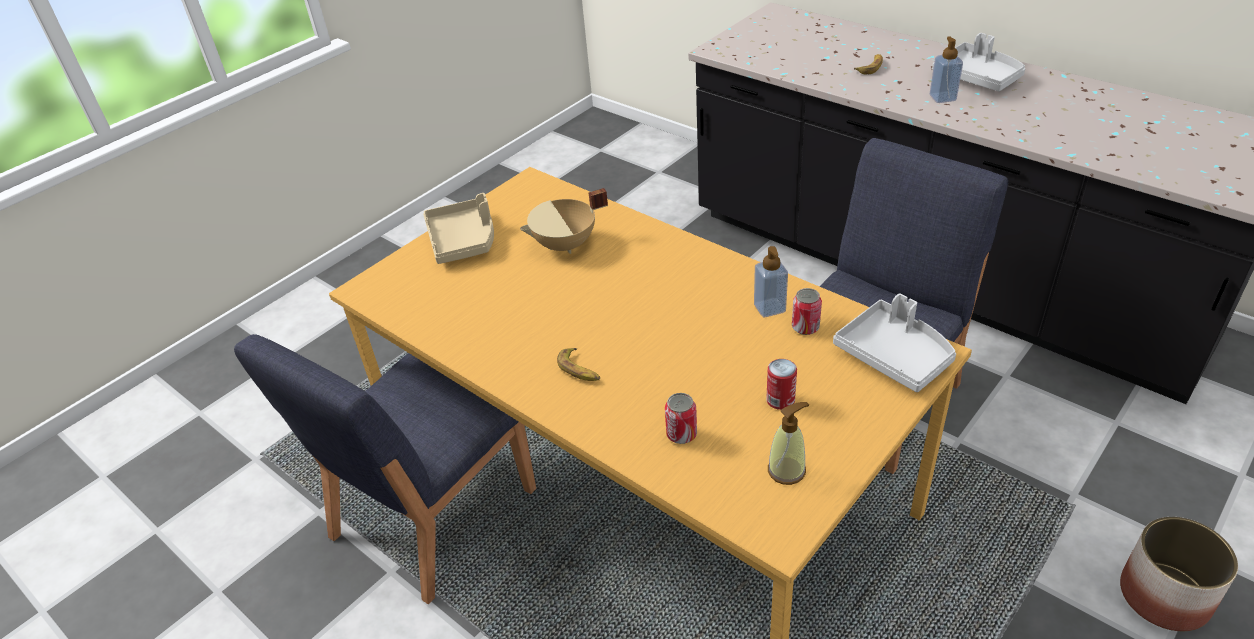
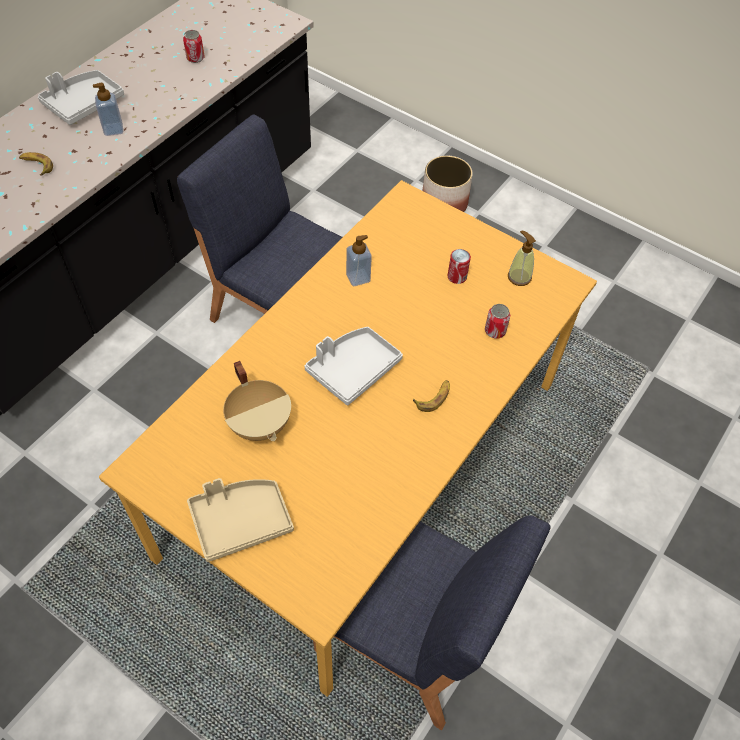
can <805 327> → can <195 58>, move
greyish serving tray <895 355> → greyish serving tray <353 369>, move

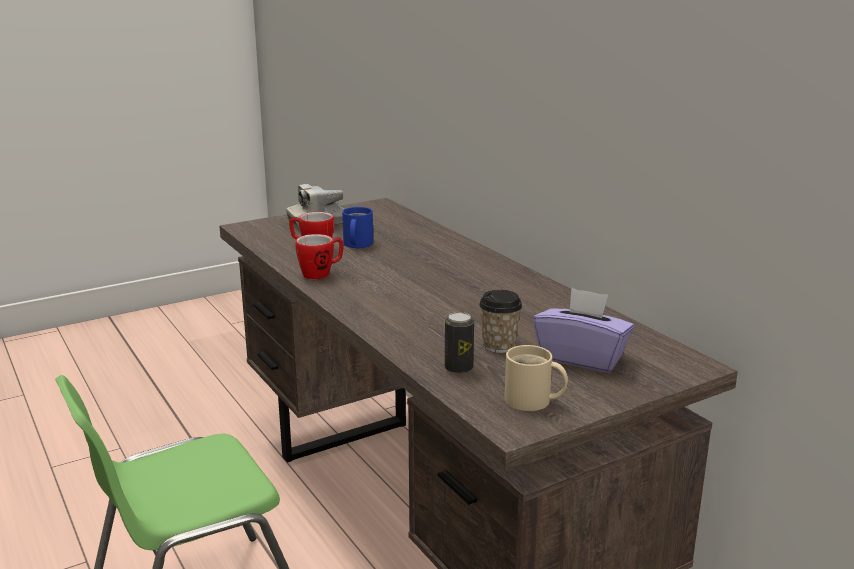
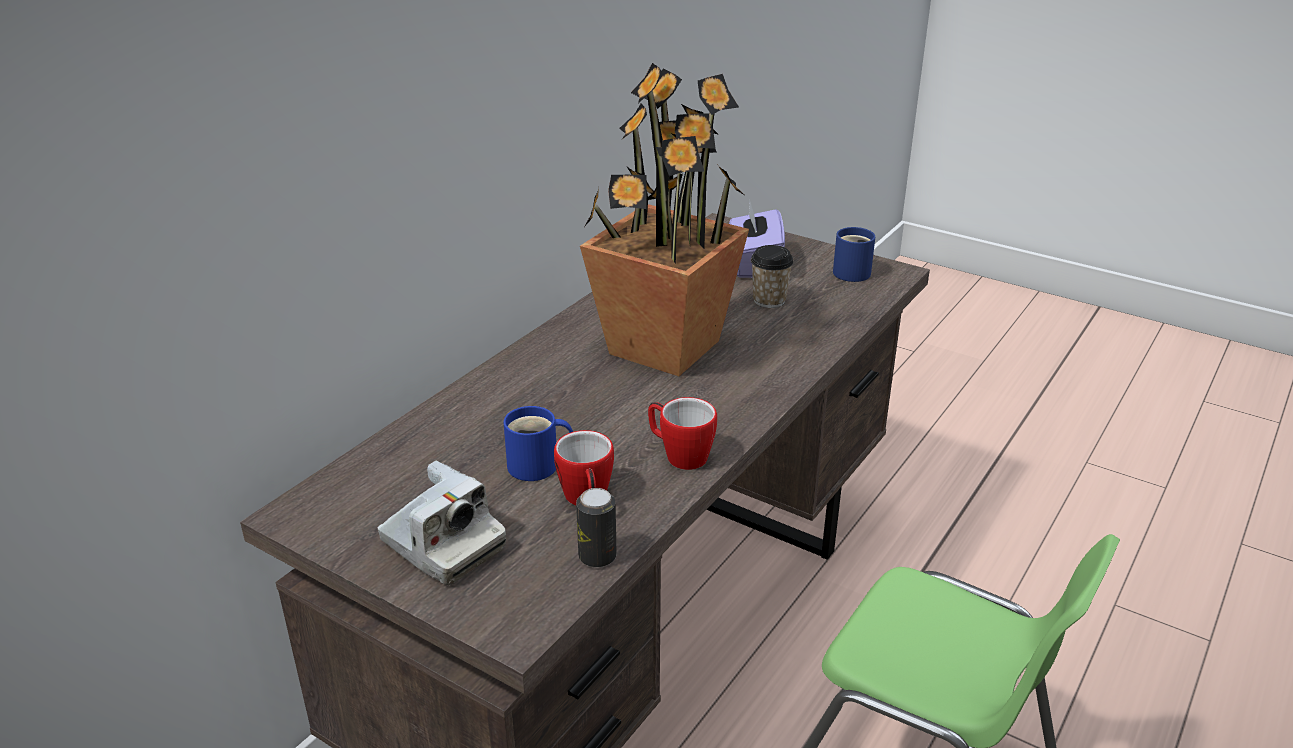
- → plant in a pot <664 346>
can <458 368> → can <597 557>, move
sand-coloured coffee mug <531 401> → blue coffee mug <851 271>

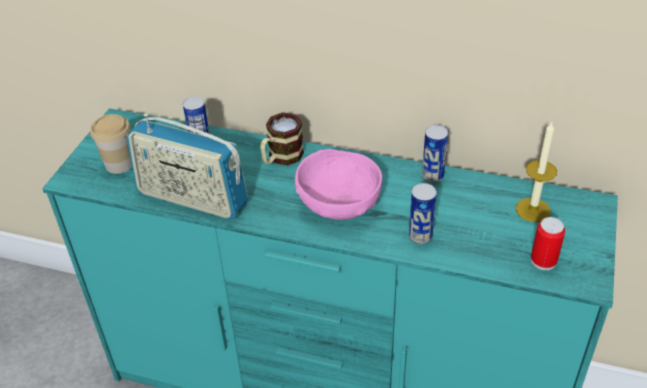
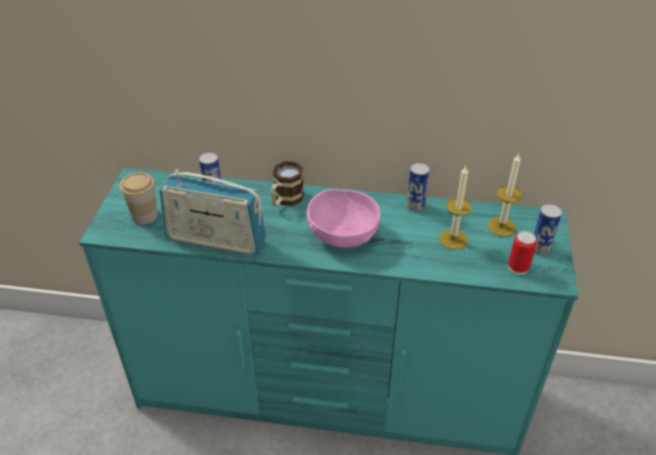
- → wax candle <453 239>
can <420 236> → can <540 248>, move

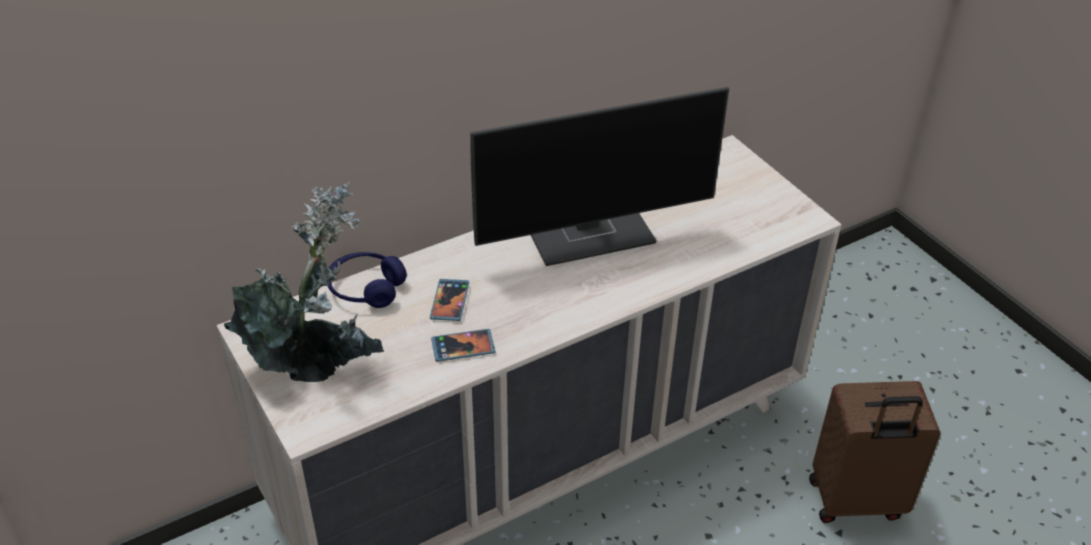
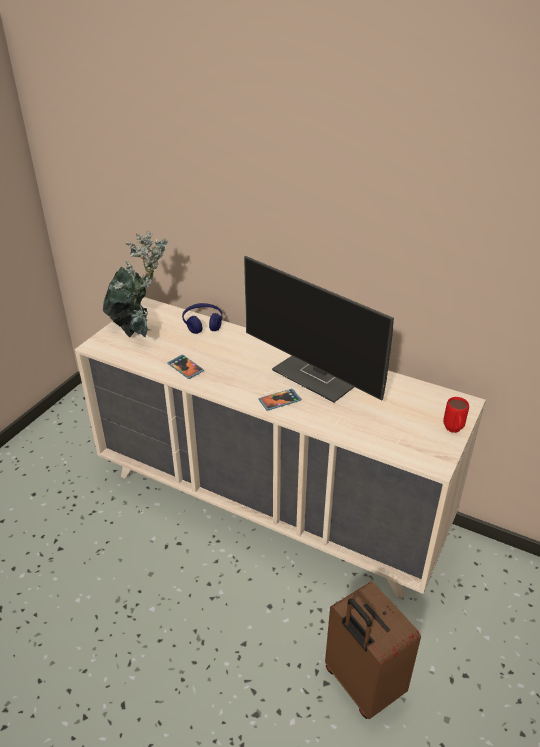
- → red coffee mug <453 431>
telephone <449 301> → telephone <279 401>, move

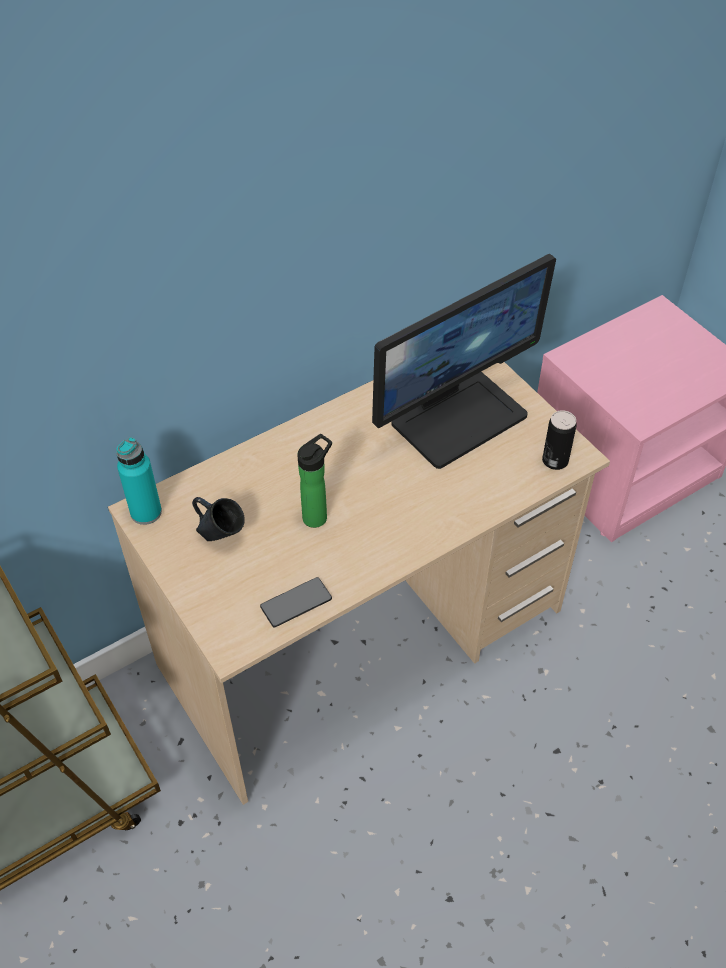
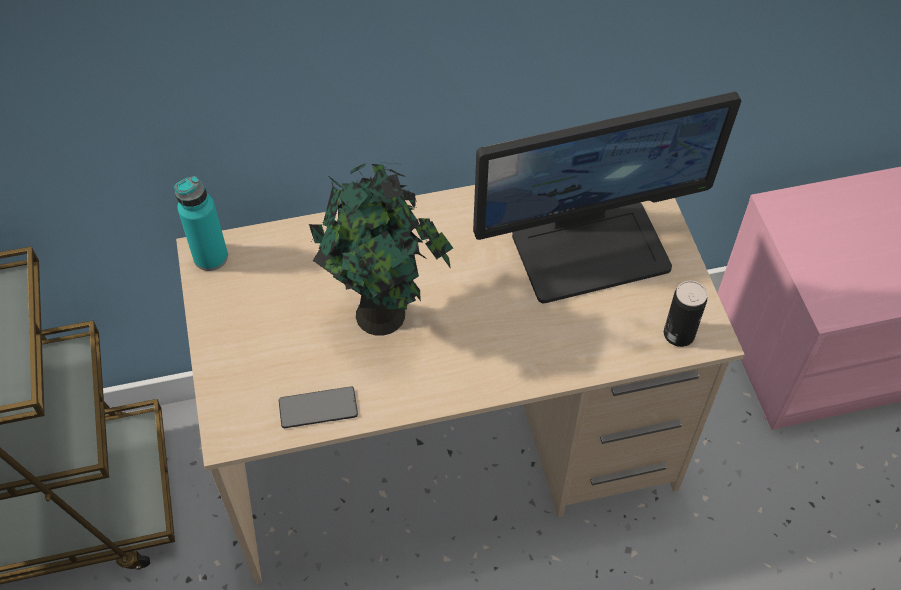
blue coffee mug <221 536> → -
drink bottle <317 516> → plant in a pot <385 316>

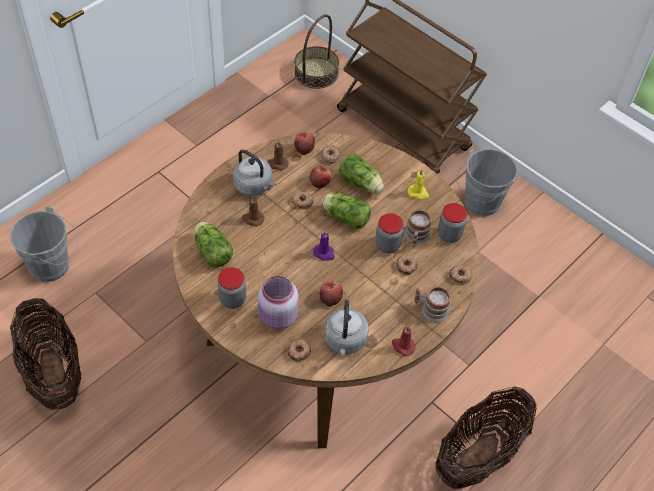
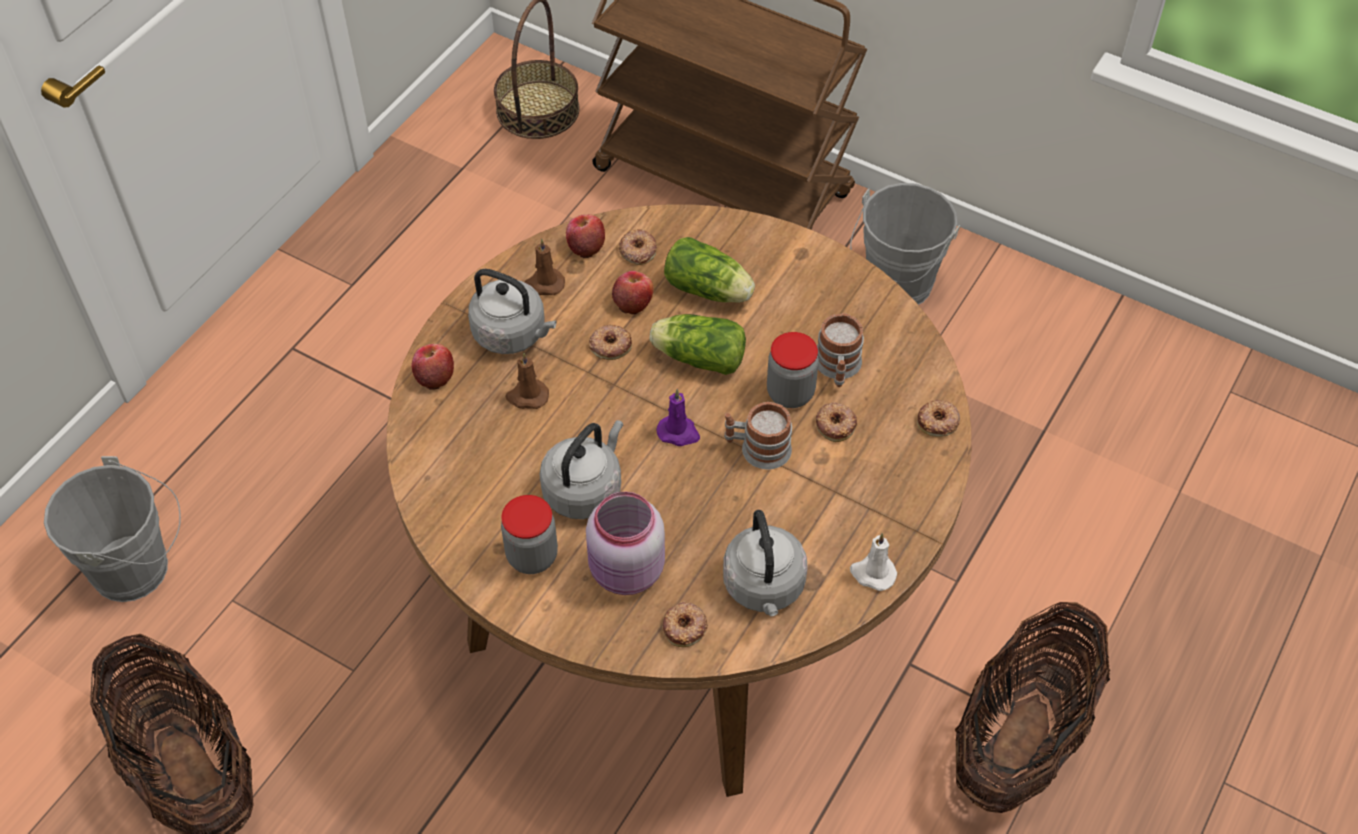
lettuce head <212 250> → -
yellowish wax candle <418 193> → -
storage jar <449 234> → -
- → greyish tea kettle <585 489>
apple fruit <330 298> → apple fruit <434 376>, move
coffee mug <430 309> → coffee mug <757 449>, move
red wax candle <402 346> → white-coloured wax candle <872 573>

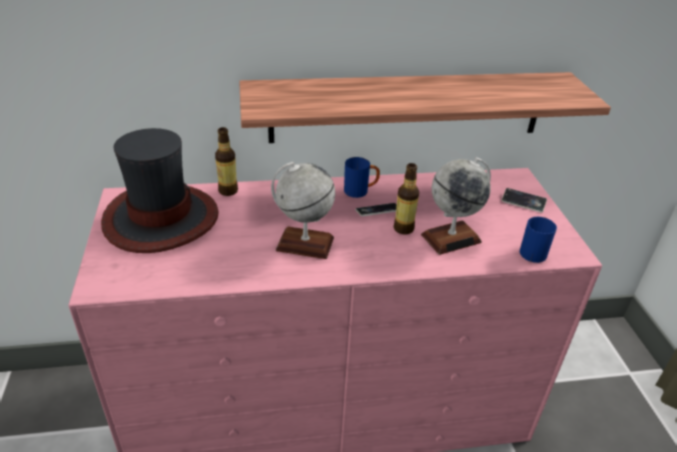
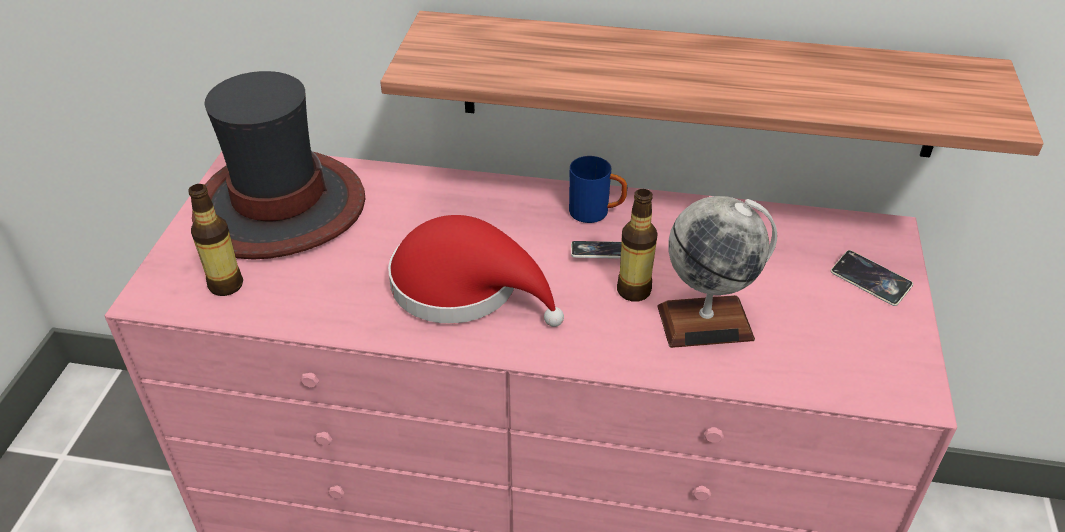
blue coffee mug <534 251> → -
drink bottle <228 191> → drink bottle <226 285>, move
globe <304 244> → red hat <465 287>

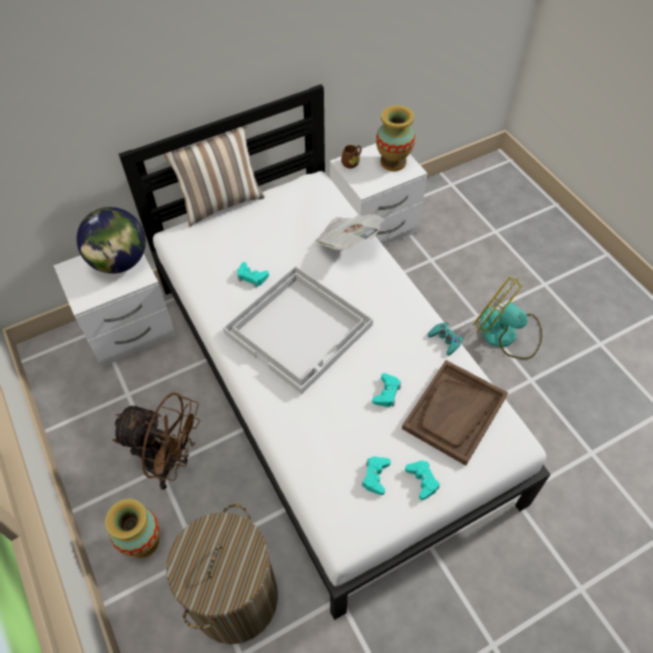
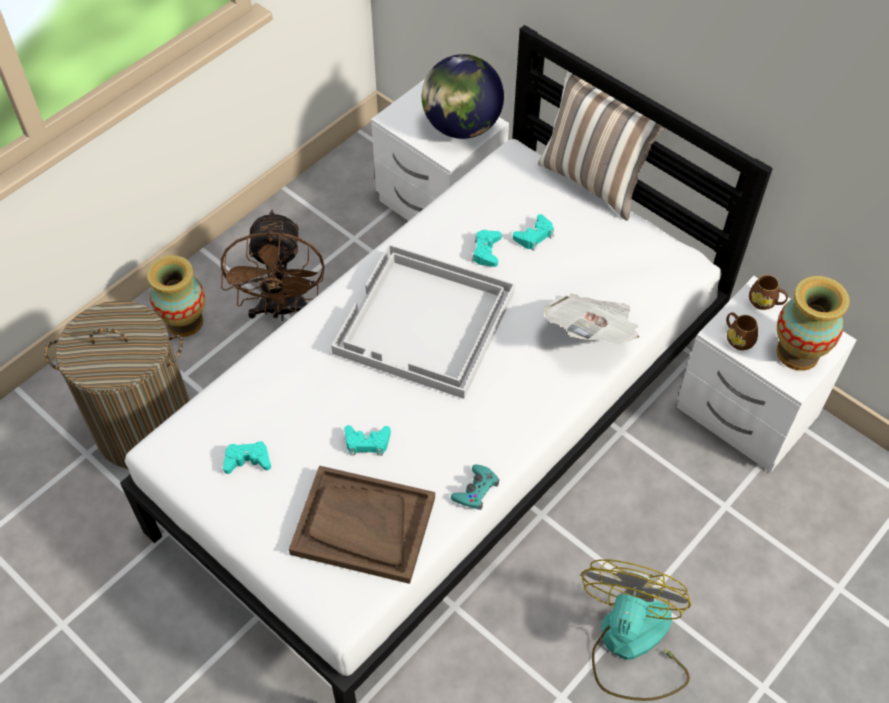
- → brown coffee mug <737 338>
turquoise-coloured joypad <422 480> → turquoise-coloured joypad <534 236>, move

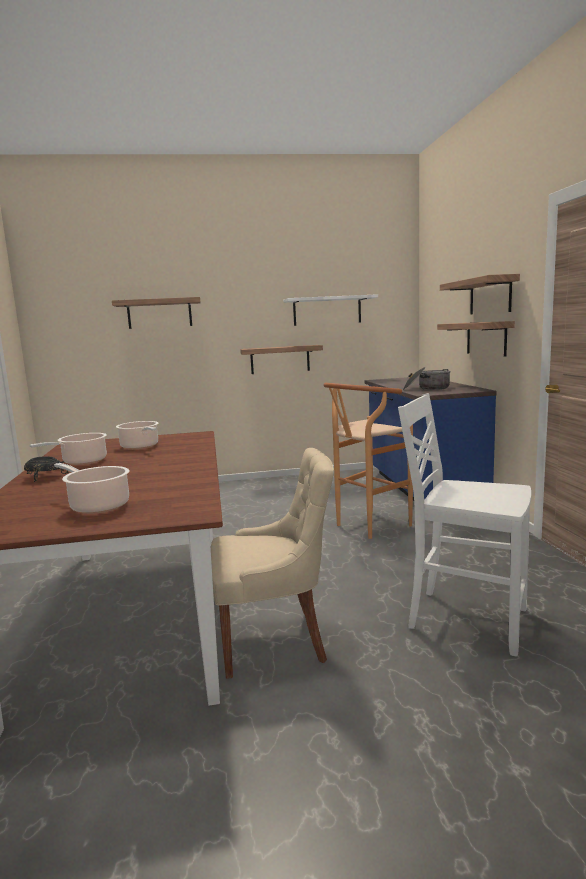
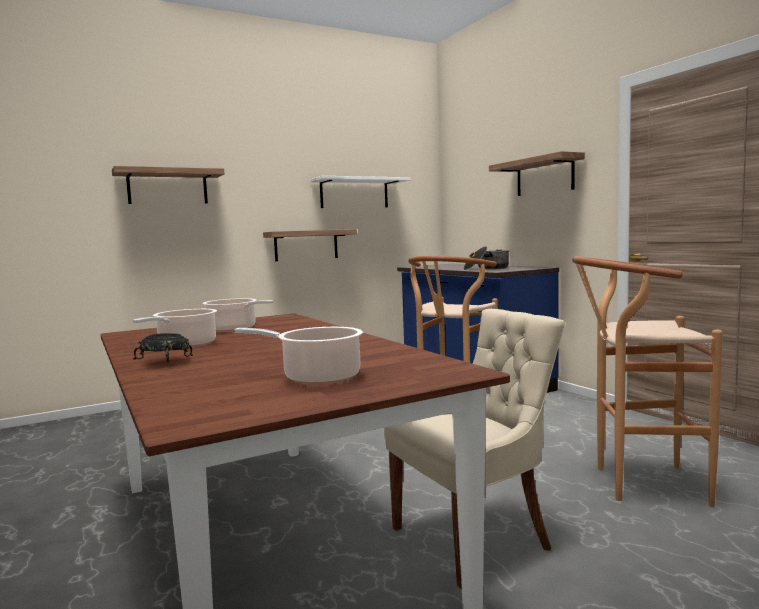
bracket shelf <486 338> → -
white-coloured chair <465 619> → brown sitting stool <638 484>

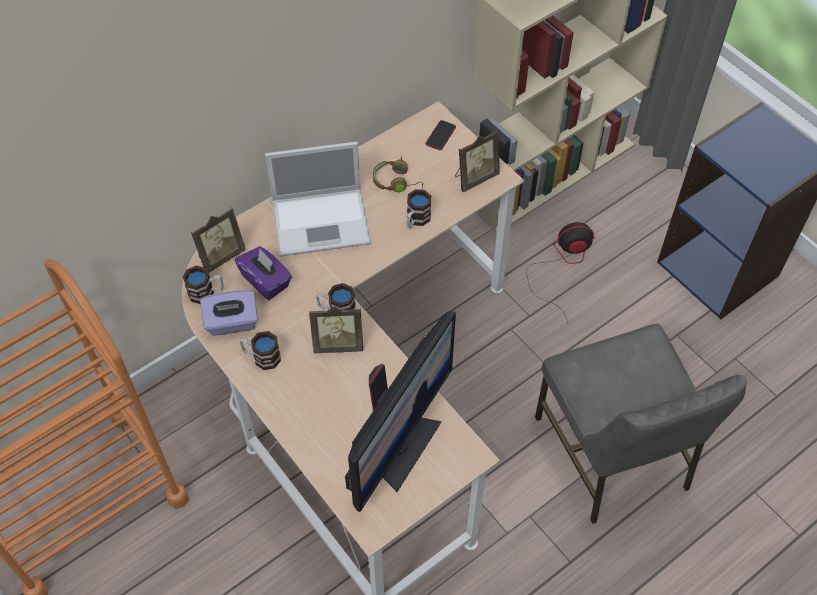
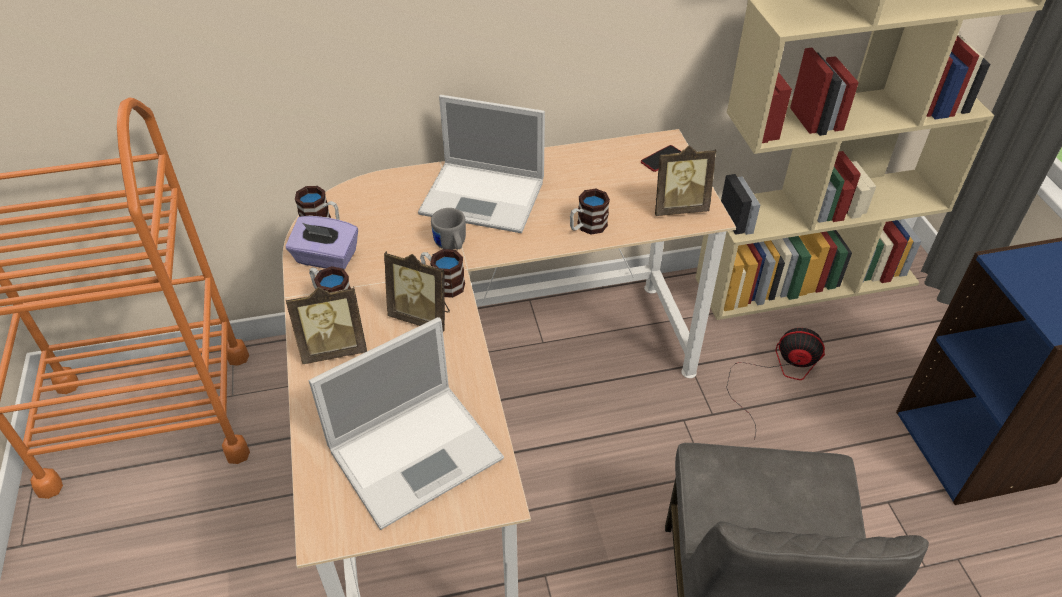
purplish tissue box <266 281> → -
brown headphones <398 182> → -
- → greyish coffee mug <451 245>
standing frame <220 256> → standing frame <334 349>, move
computer screen <399 446> → notebook computer <418 452>

